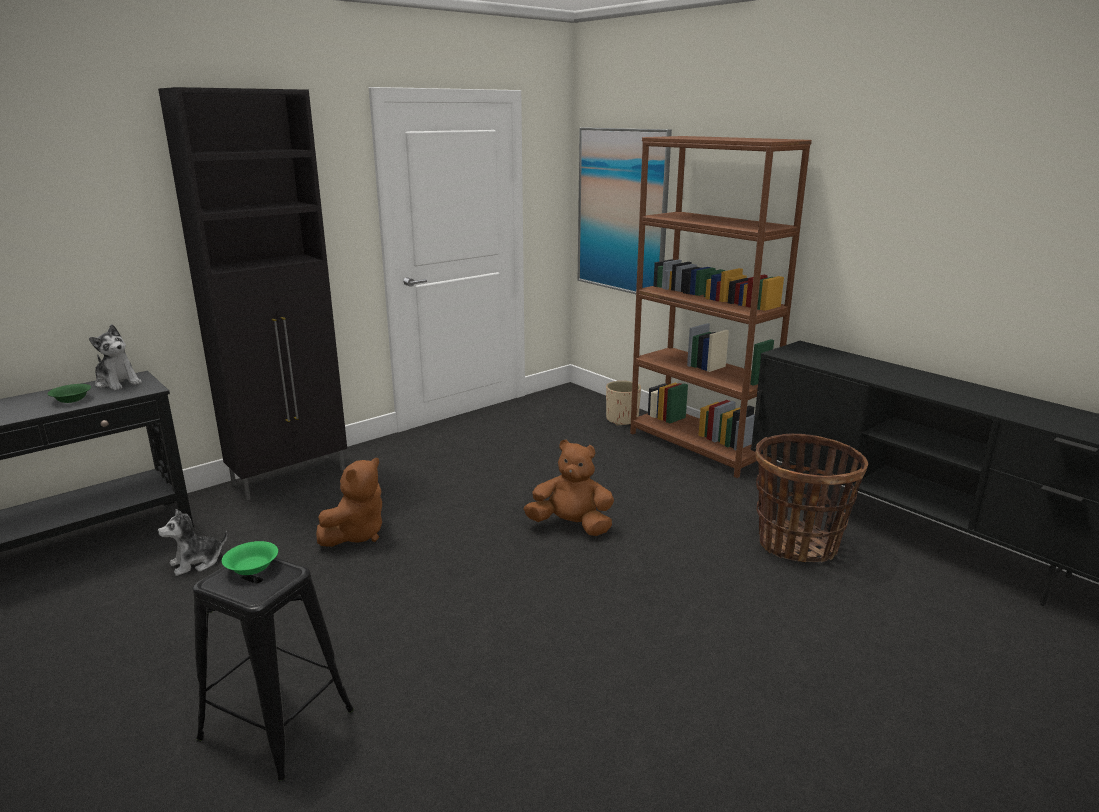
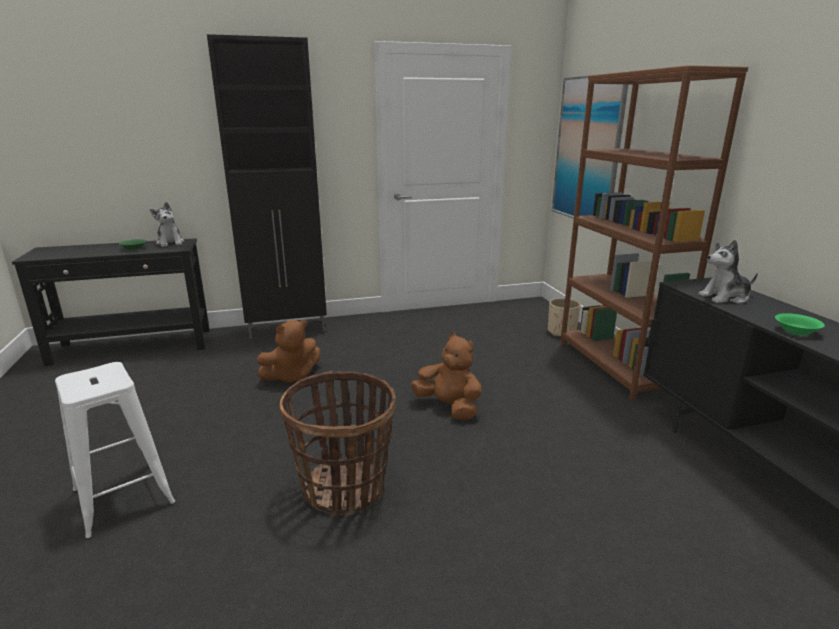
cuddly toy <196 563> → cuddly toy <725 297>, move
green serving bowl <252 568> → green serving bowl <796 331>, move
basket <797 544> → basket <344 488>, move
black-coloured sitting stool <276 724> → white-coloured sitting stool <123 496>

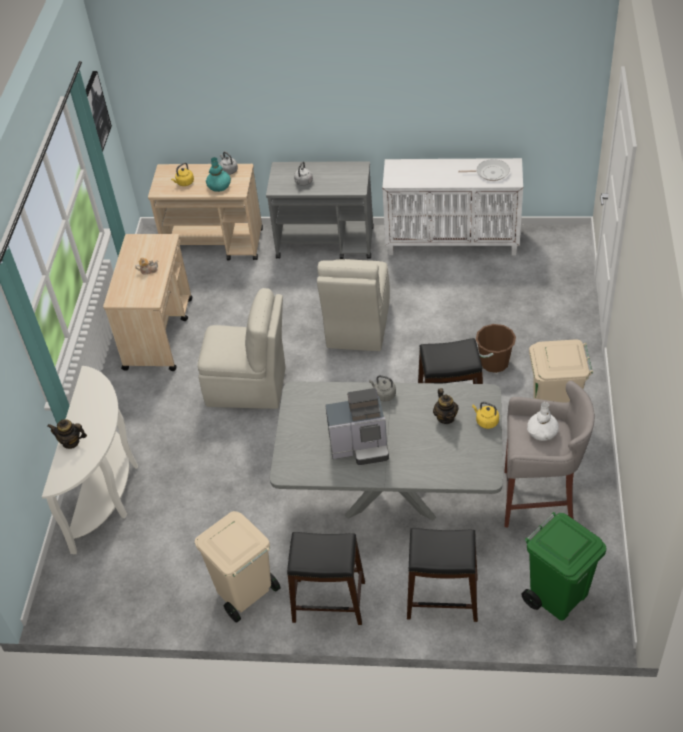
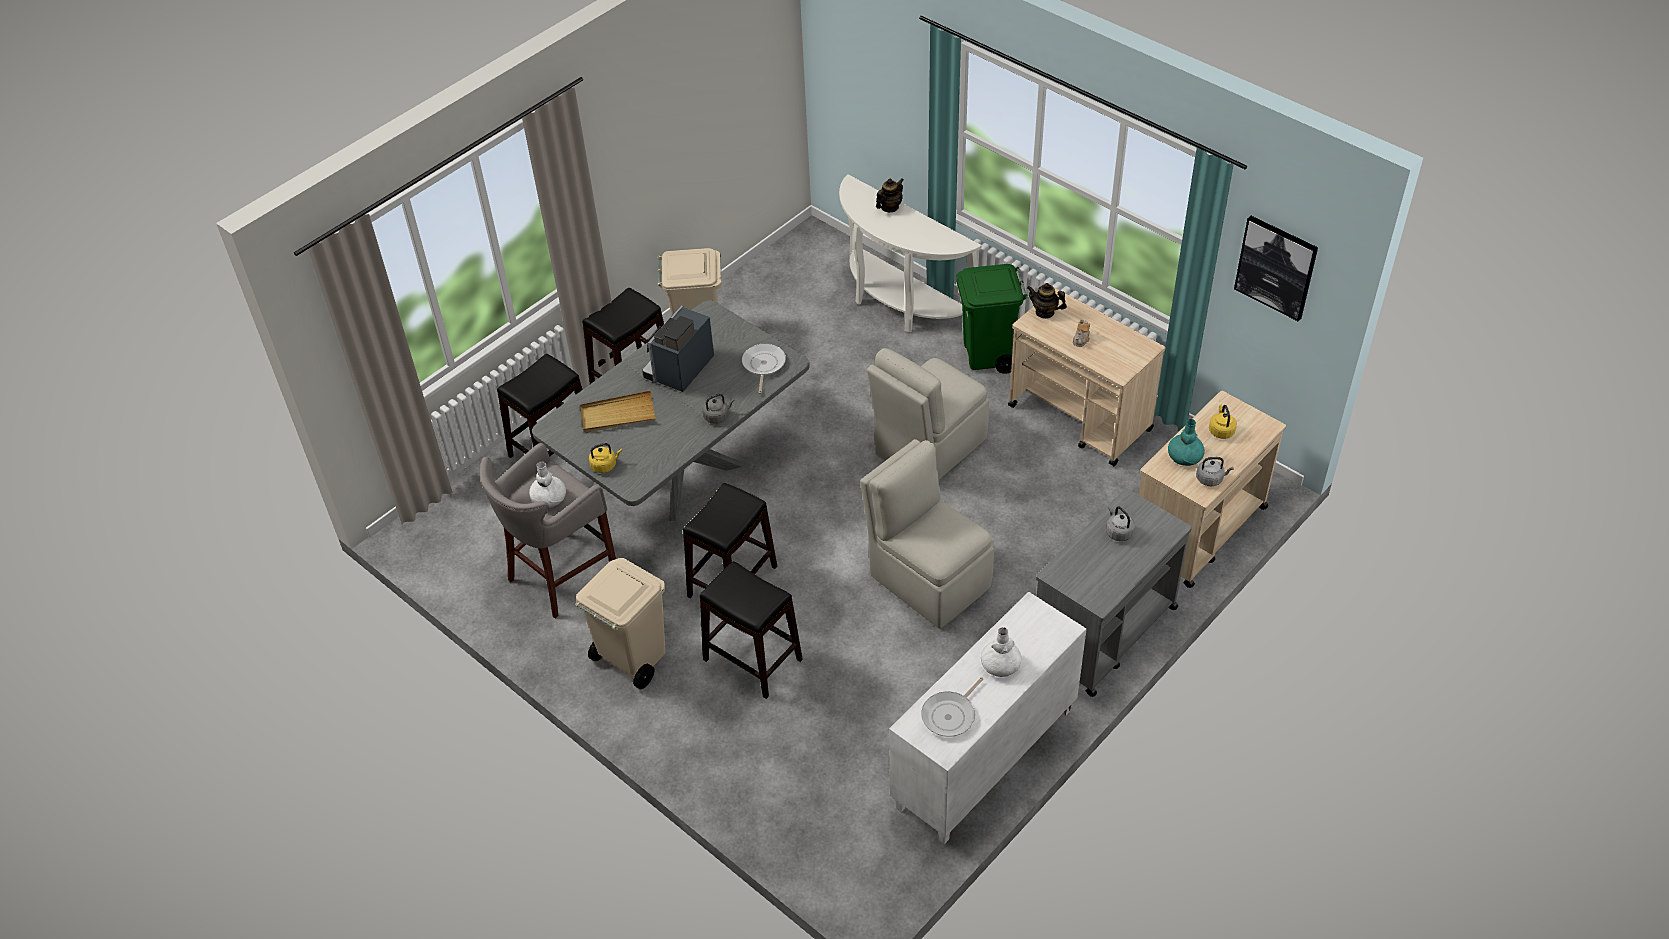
- → sand-coloured serving tray <617 415>
- → skillet <763 365>
- → white-coloured decorative vase <1000 664>
pot for tea <445 417> → pot for tea <1045 312>, move
green waste bin <558 596> → green waste bin <988 356>, move
brown pail <494 362> → black-coloured sitting stool <752 660>

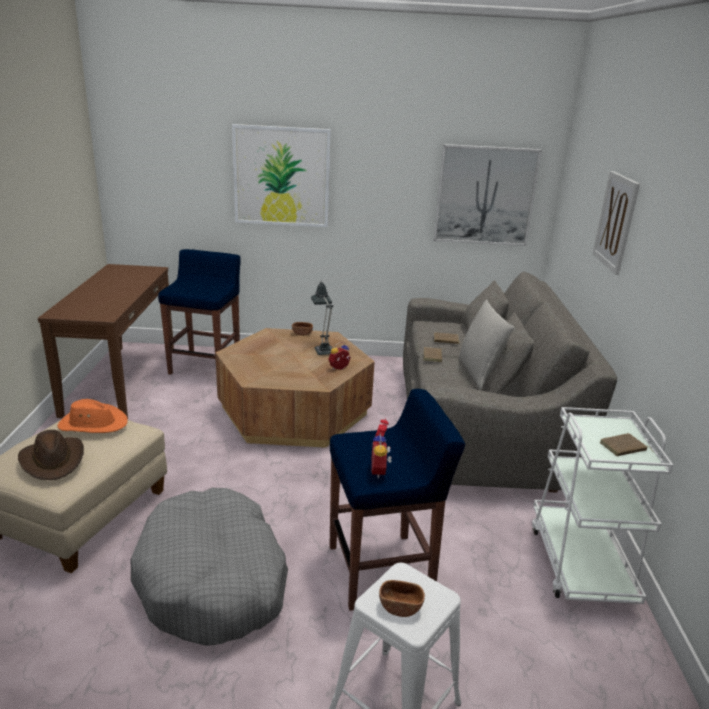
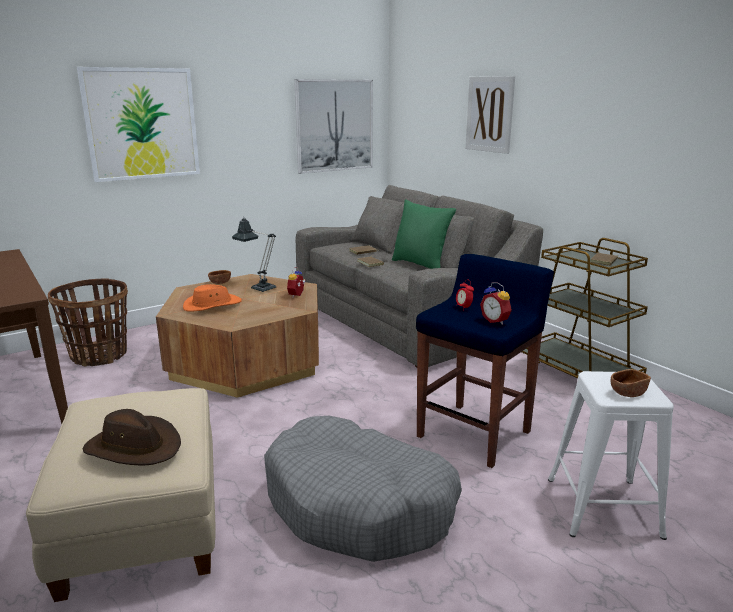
orangey hat <93 424> → orangey hat <212 305>, move
blue sitting stool <206 366> → basket <99 355>
greyish throw pillow <479 374> → green throw pillow <420 264>
white-coloured wheeled cart <580 562> → brown wheeled cart <578 373>

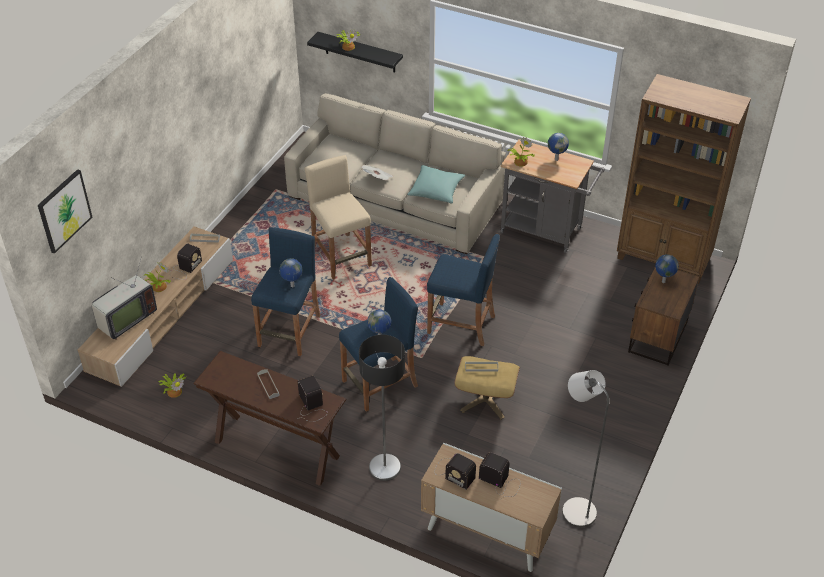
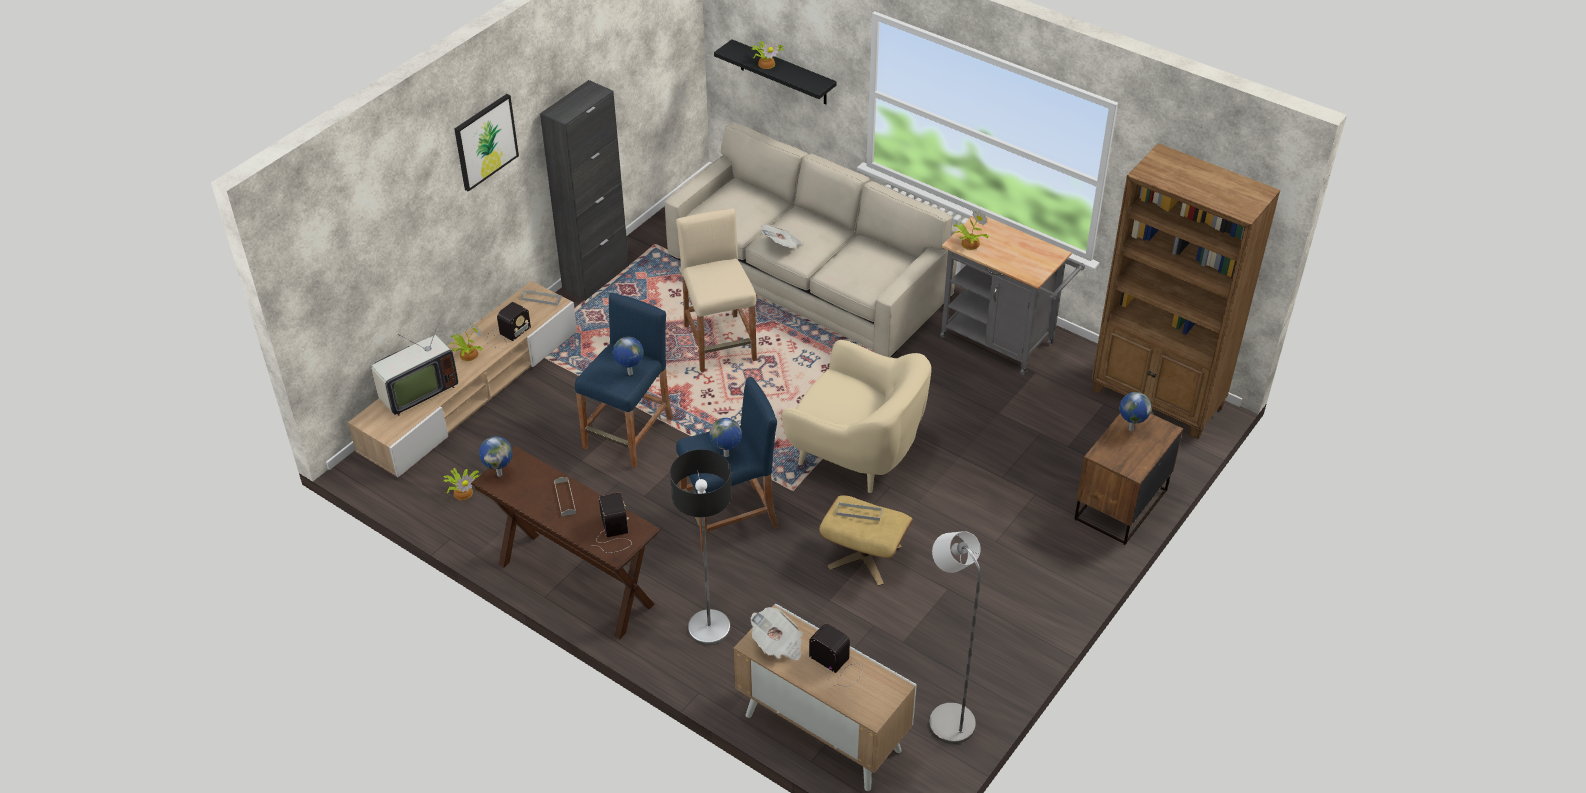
turquoise-coloured throw pillow <436 191> → -
- → black-coloured cabinet <596 277>
wall picture <64 210> → wall picture <485 141>, move
globe <556 159> → globe <499 474>, move
blue sitting stool <461 325> → sand-coloured armchair <856 453>
radio receiver <453 472> → daily paper <778 644>

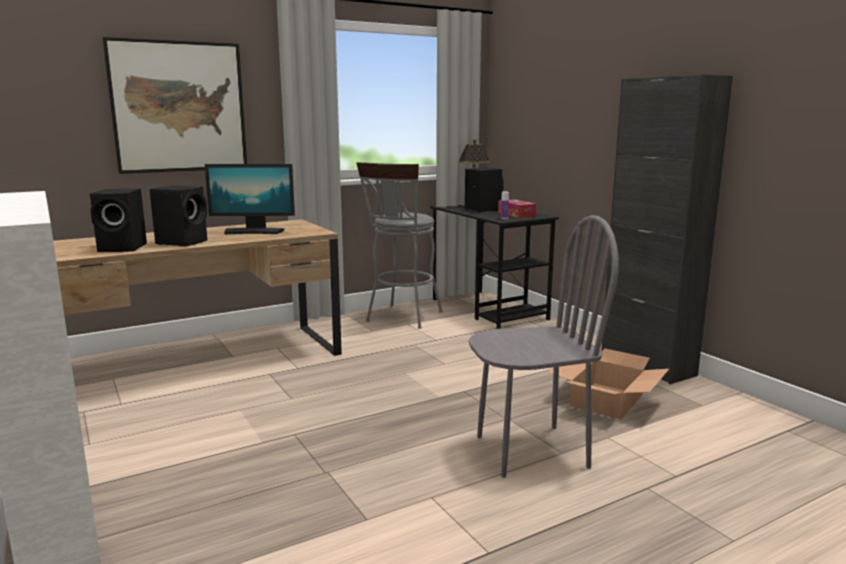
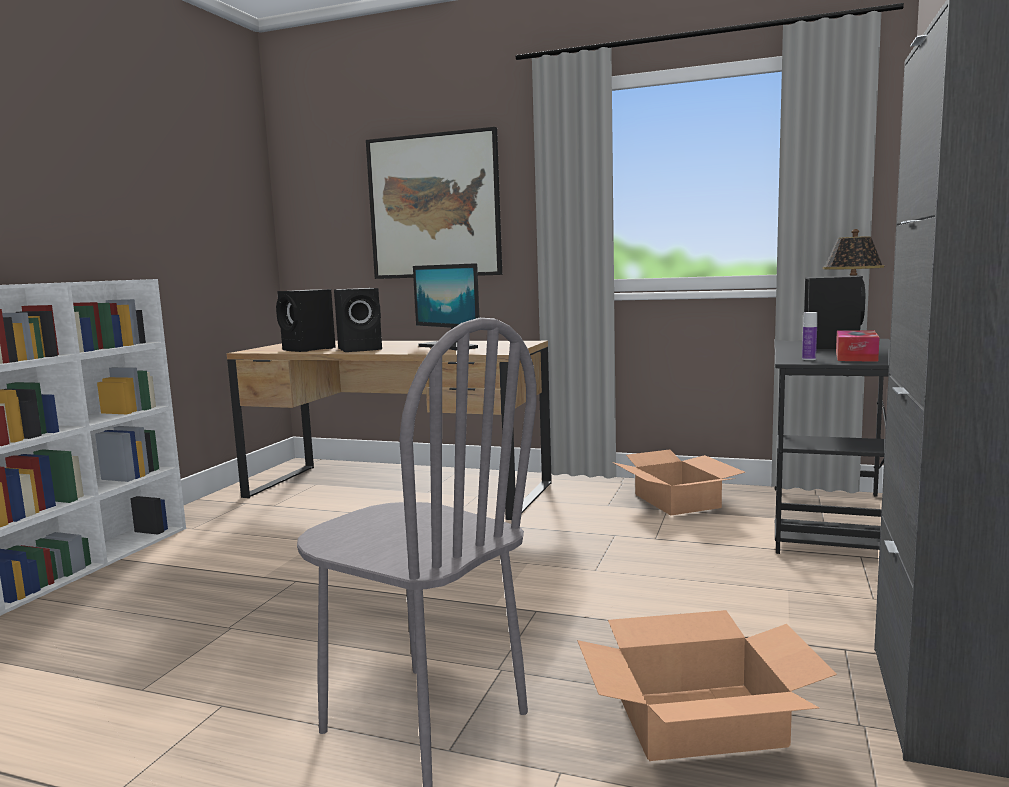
greyish sitting stool <402 318> → cardboard box <677 501>

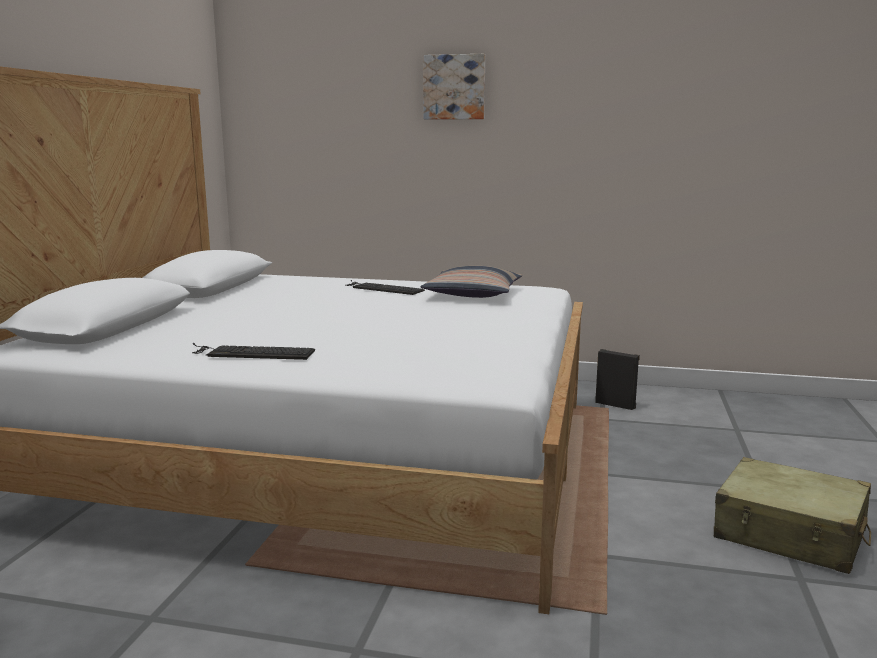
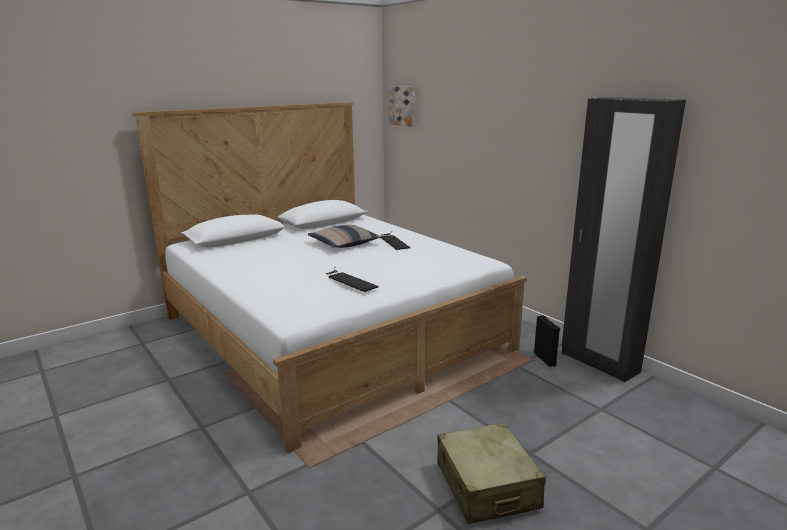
- → black-coloured armoire <599 363>
keyboard <250 353> → keyboard <349 280>, move
throw pillow <473 294> → throw pillow <344 243>, move
wall picture <454 87> → wall picture <403 105>, move

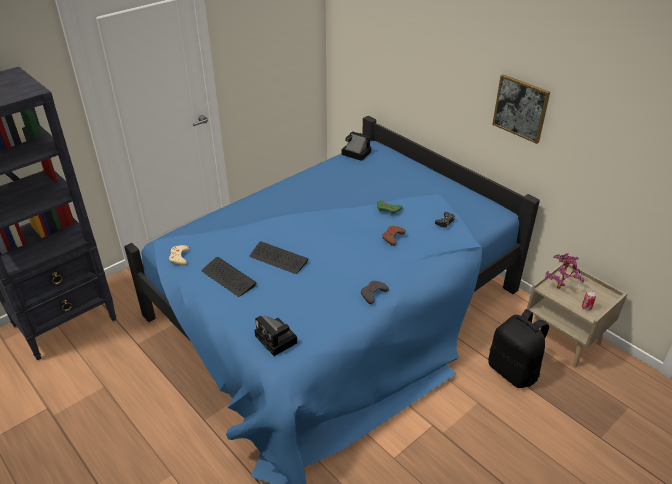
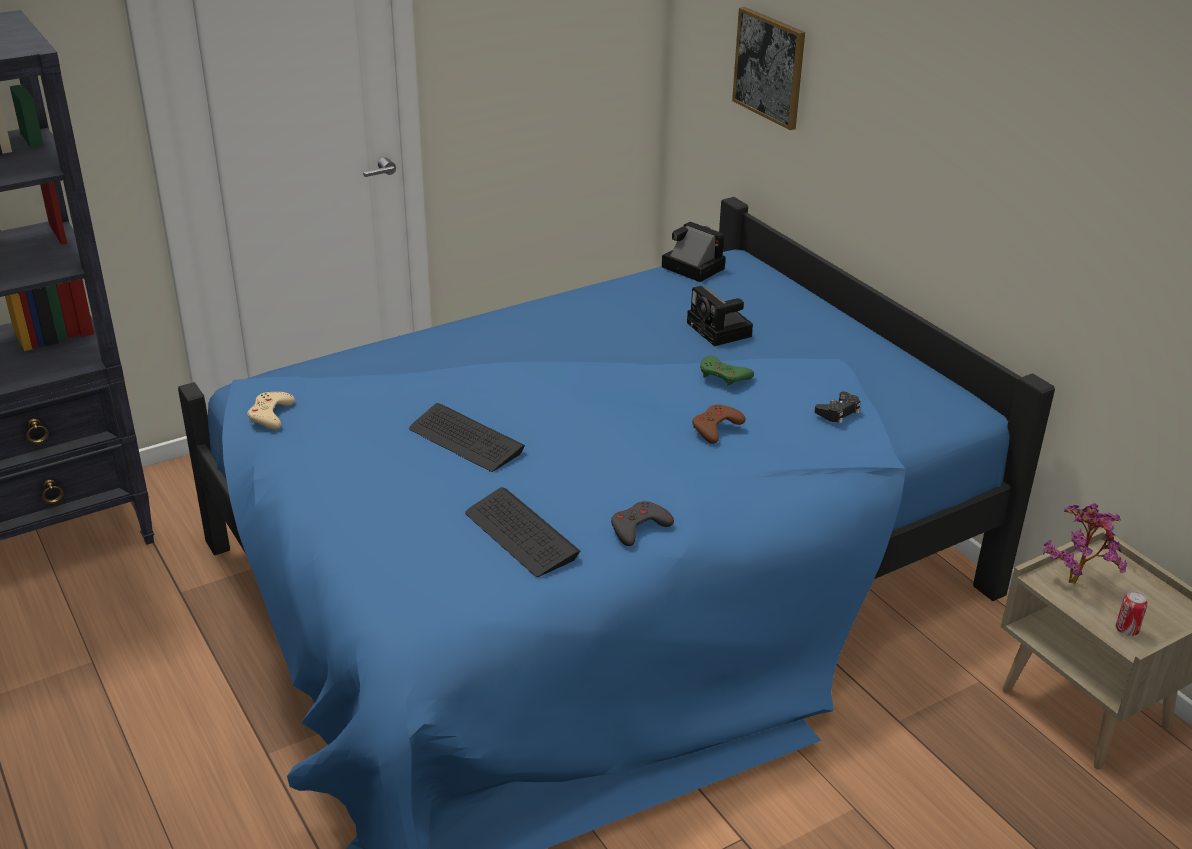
black-coloured knapsack <514 371> → -
keyboard <228 278> → keyboard <521 534>, move
photo camera <277 340> → photo camera <721 331>, move
wall picture <521 108> → wall picture <770 67>, move

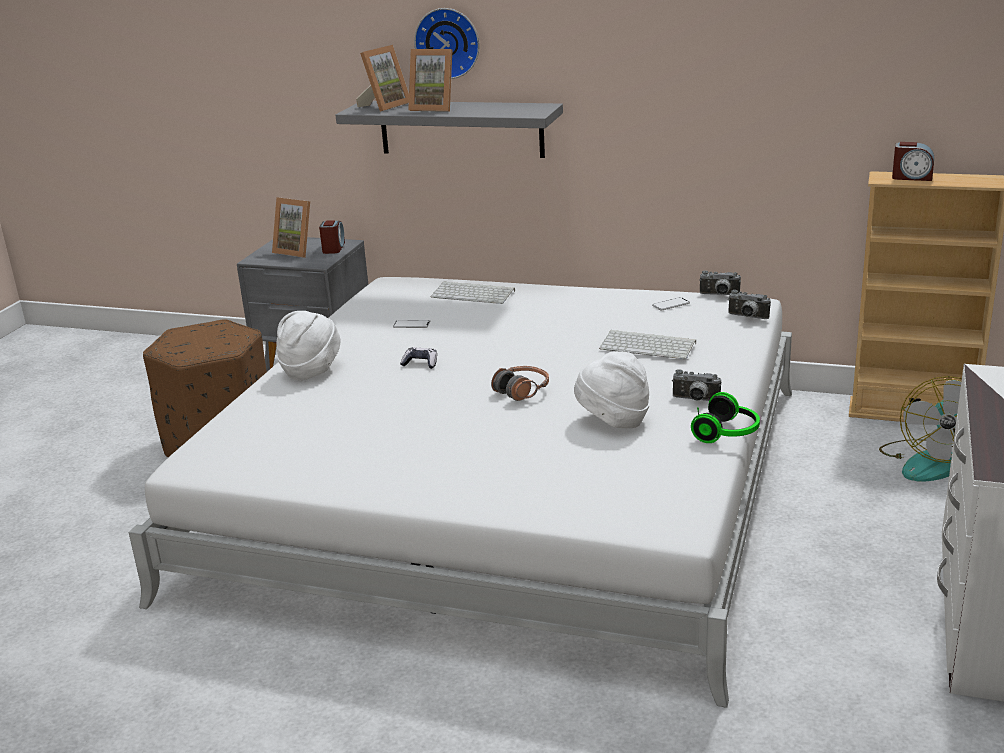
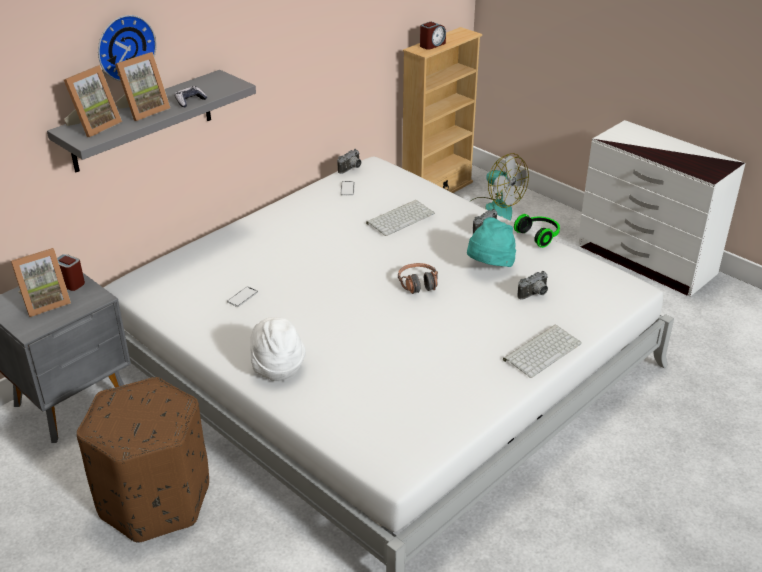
joypad <420 363> → joypad <190 101>, move
keyboard <474 294> → keyboard <542 350>, move
photo camera <747 317> → photo camera <534 295>, move
white-coloured hat <613 421> → turquoise-coloured hat <489 266>
standing frame <384 106> → standing frame <94 126>, 60 degrees clockwise

